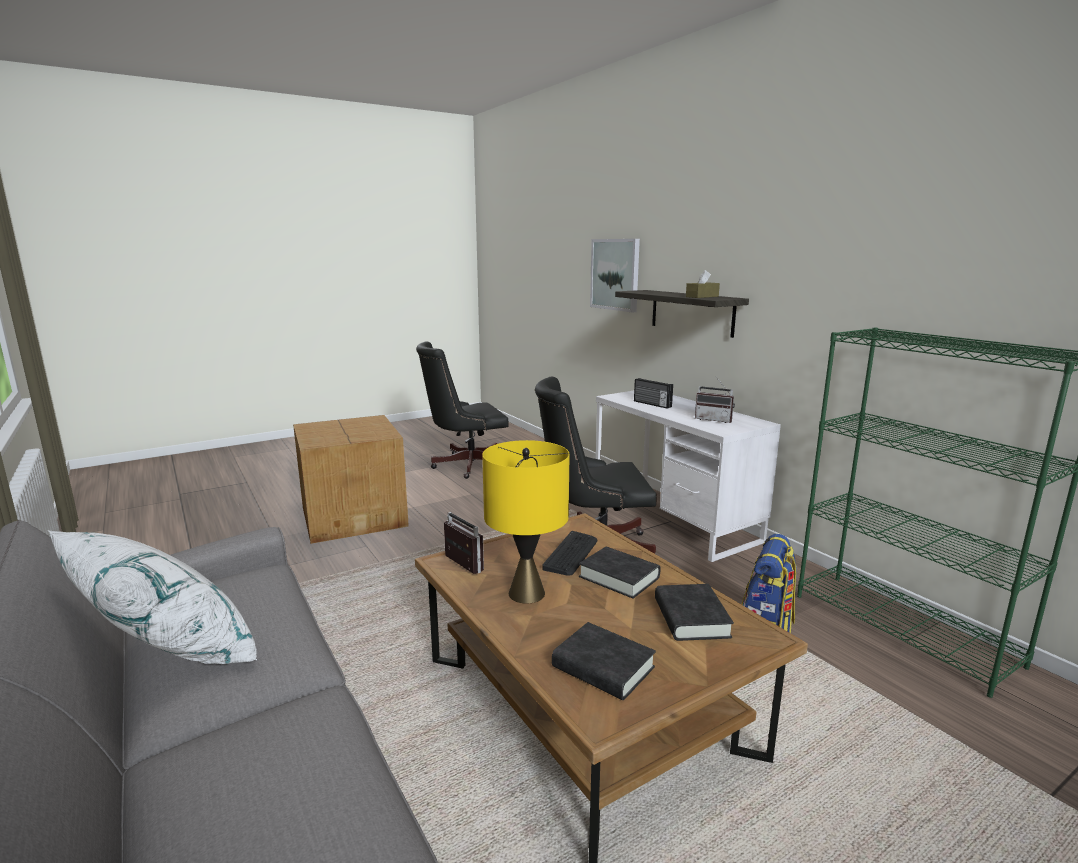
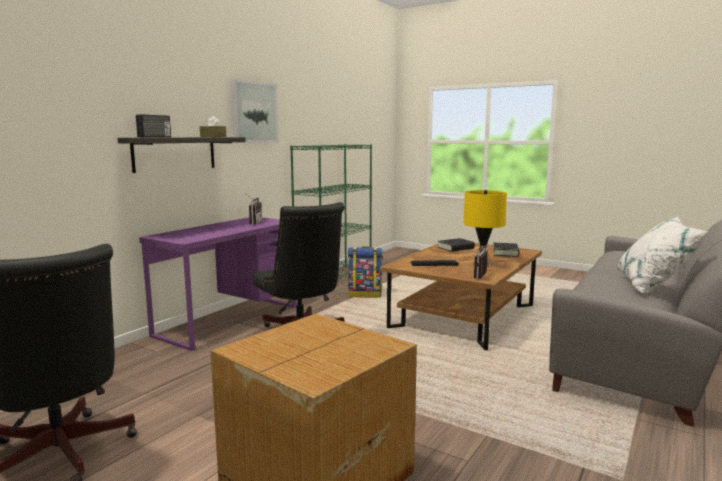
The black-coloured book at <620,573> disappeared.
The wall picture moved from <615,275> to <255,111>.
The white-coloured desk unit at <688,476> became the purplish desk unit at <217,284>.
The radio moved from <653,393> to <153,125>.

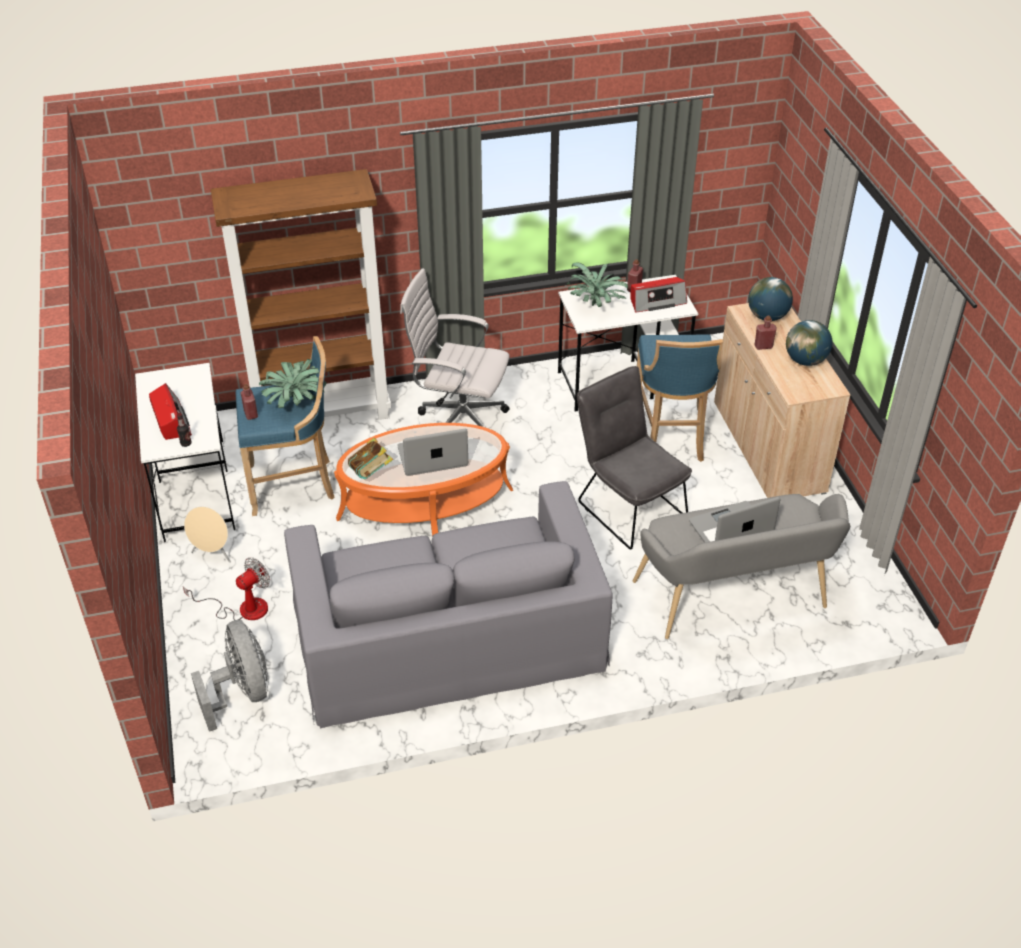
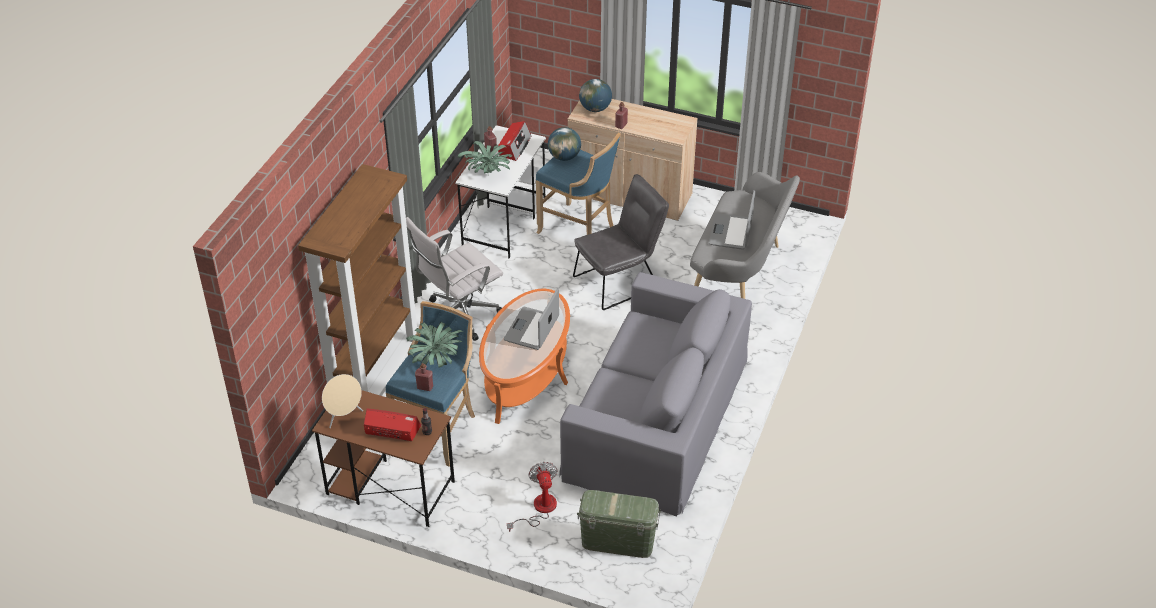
The white-coloured desk unit at <185,452> became the brown desk unit at <383,458>.
The beige audio speaker moved from <207,534> to <342,401>.
The greyish cooling fan at <229,676> was replaced by the greenish storage bin at <619,524>.
The book at <370,458> disappeared.
The greyish plain chair at <634,458> turned 150 degrees clockwise.
The globe moved from <809,343> to <564,144>.

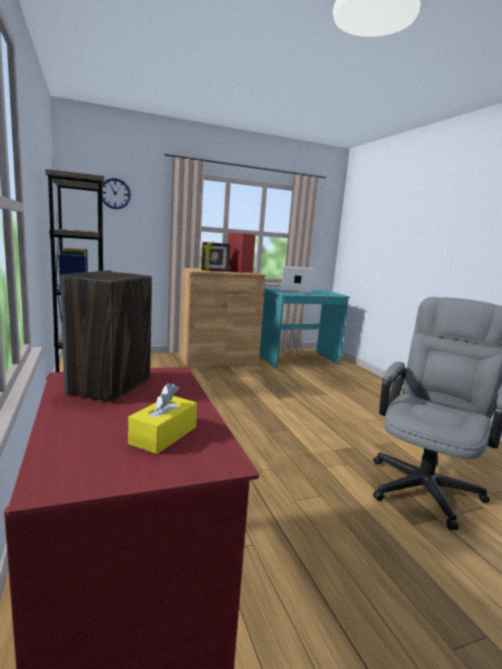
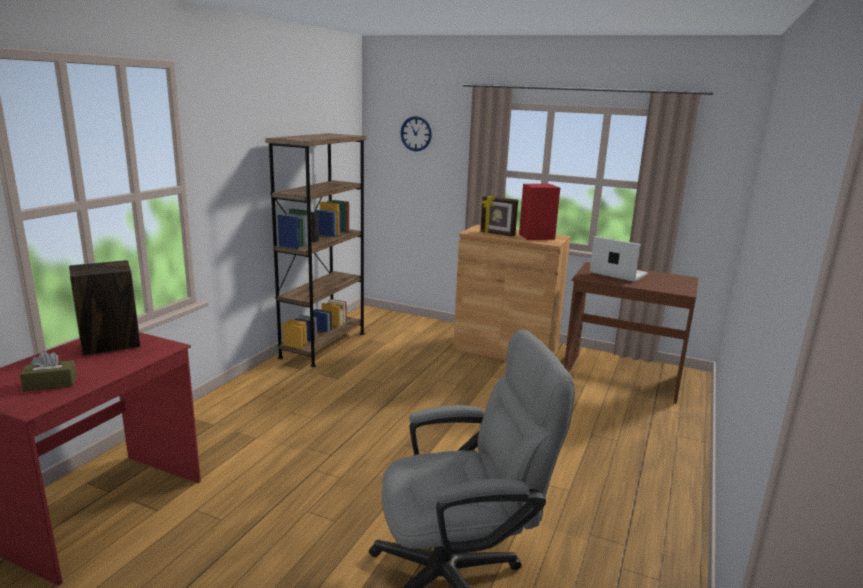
The yellow-coloured box of tissues at <162,418> became the brown box of tissues at <48,371>.
The blue-green desk unit at <304,328> became the brown desk unit at <631,333>.

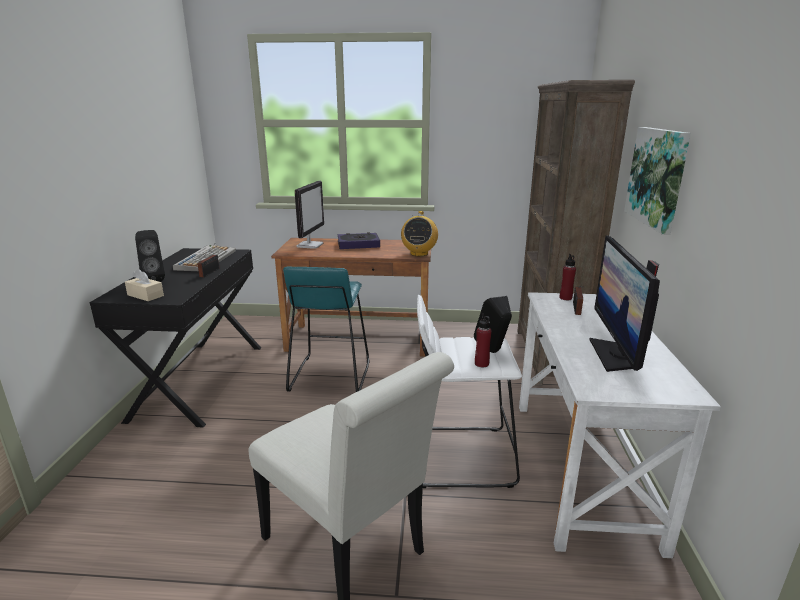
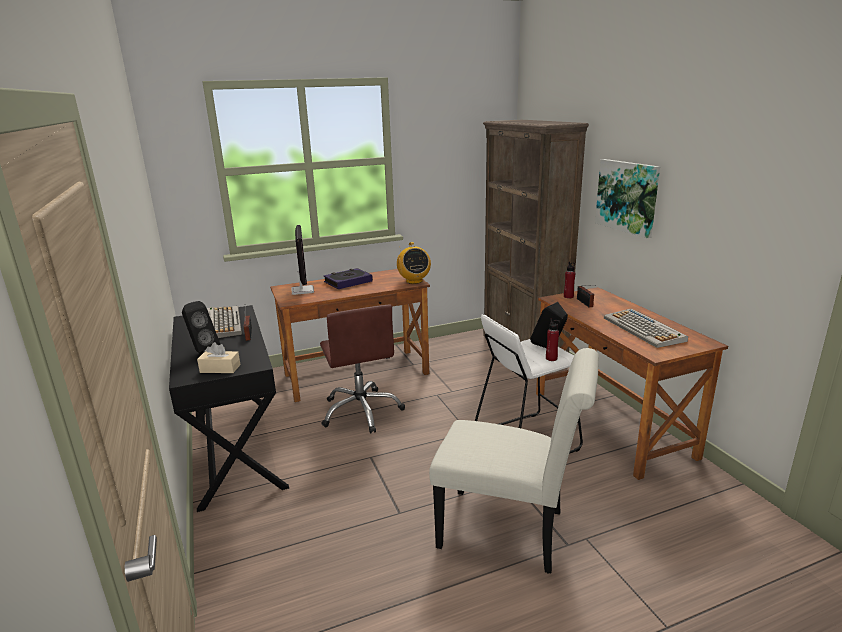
The blue-green stool seat at <326,329> was replaced by the brown computer chair at <362,369>.
The white-coloured desk unit at <620,425> became the brown desk unit at <632,383>.
The computer screen at <625,304> was replaced by the PC keyboard at <646,328>.

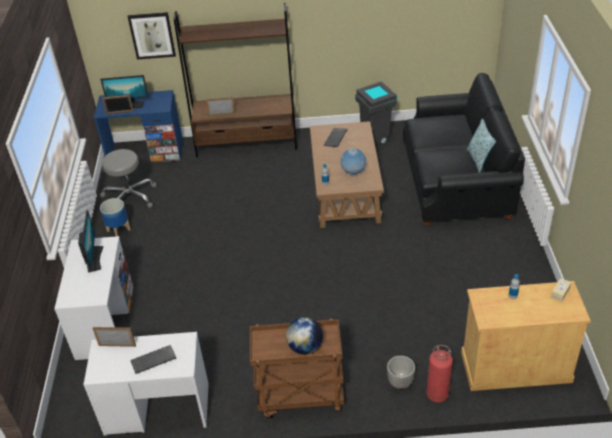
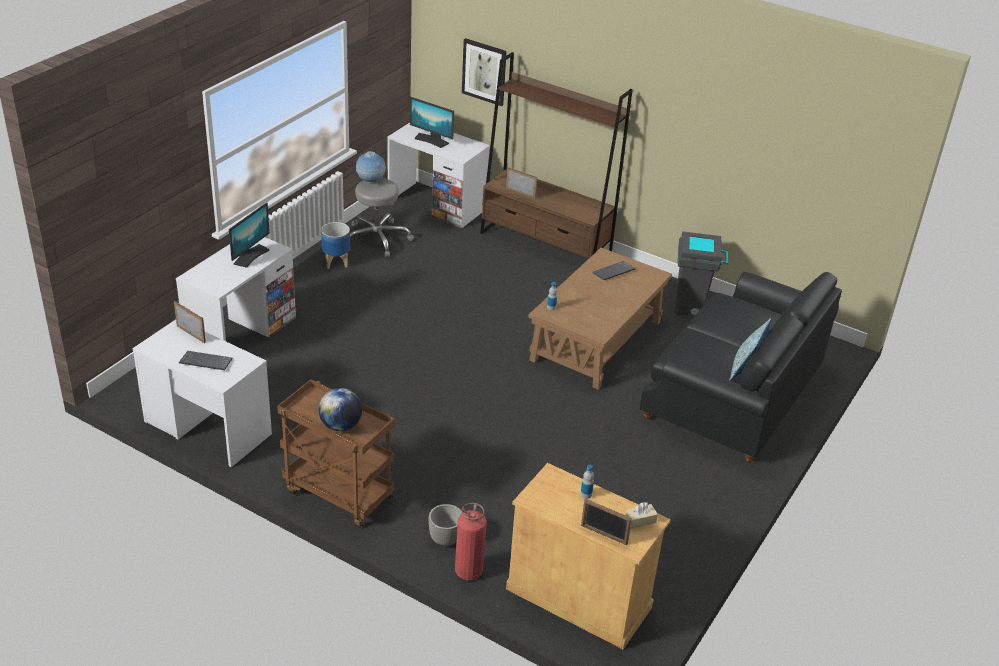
The blue-coloured desk unit at <138,126> became the white-coloured desk unit at <438,175>.
The picture frame moved from <118,105> to <606,522>.
The globe moved from <353,161> to <371,167>.

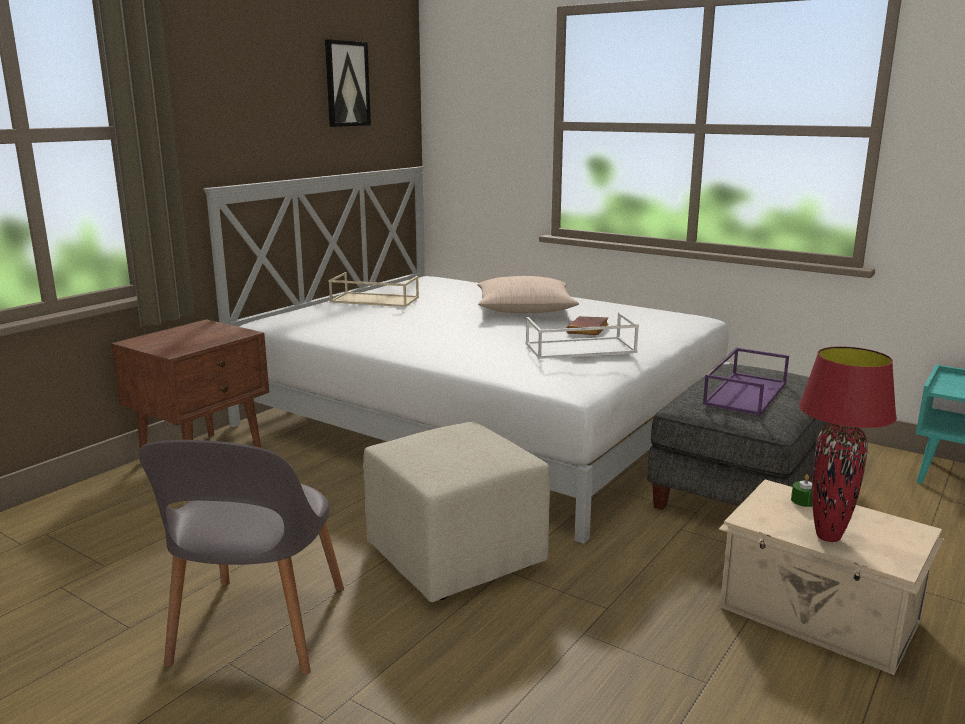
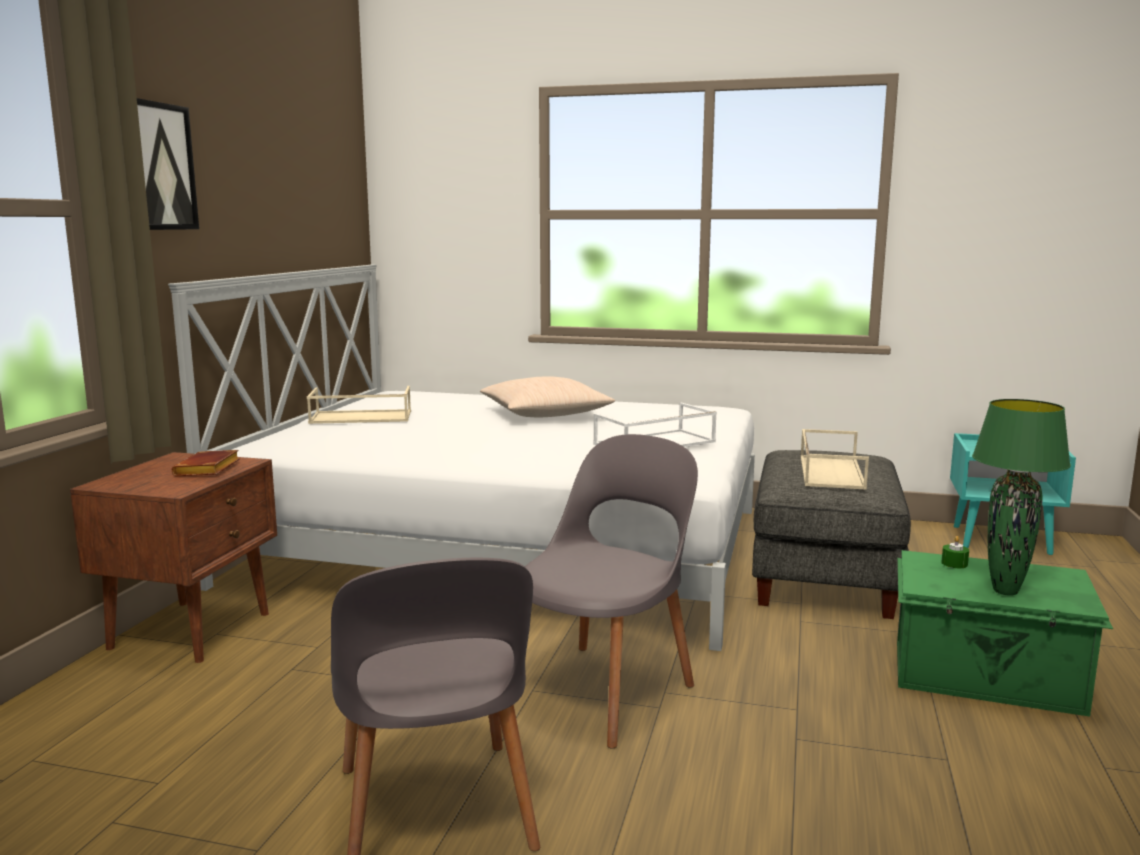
The wall picture moved from <348,83> to <168,164>.
The beige pouffe at <456,511> was replaced by the greyish plain chair at <611,591>.
The brown book moved from <587,325> to <206,463>.
The purplish carrying tray at <746,381> became the beige carrying tray at <835,459>.
The beige storage bin at <831,577> became the greenish storage bin at <1005,633>.
The reddish lamp for a table at <848,444> became the greenish lamp for a table at <1021,497>.

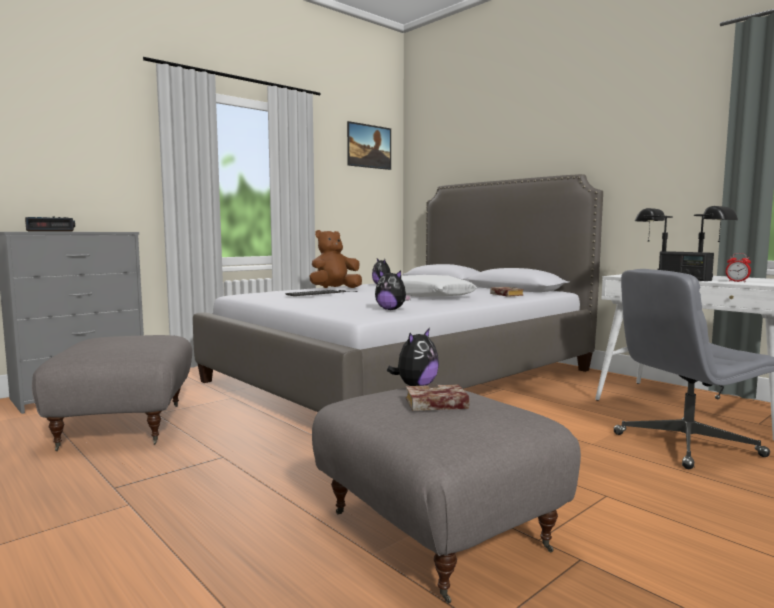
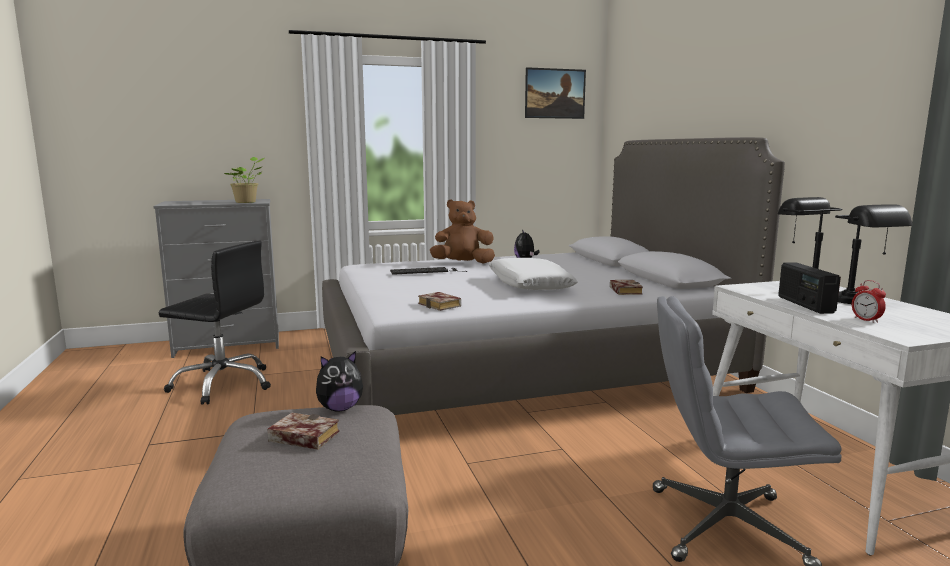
The table clock at <50,224> disappeared.
The greyish pouffe at <112,393> was replaced by the black-coloured computer chair at <215,323>.
The plush toy at <393,290> was replaced by the book at <439,301>.
The potted plant at <244,180> appeared.

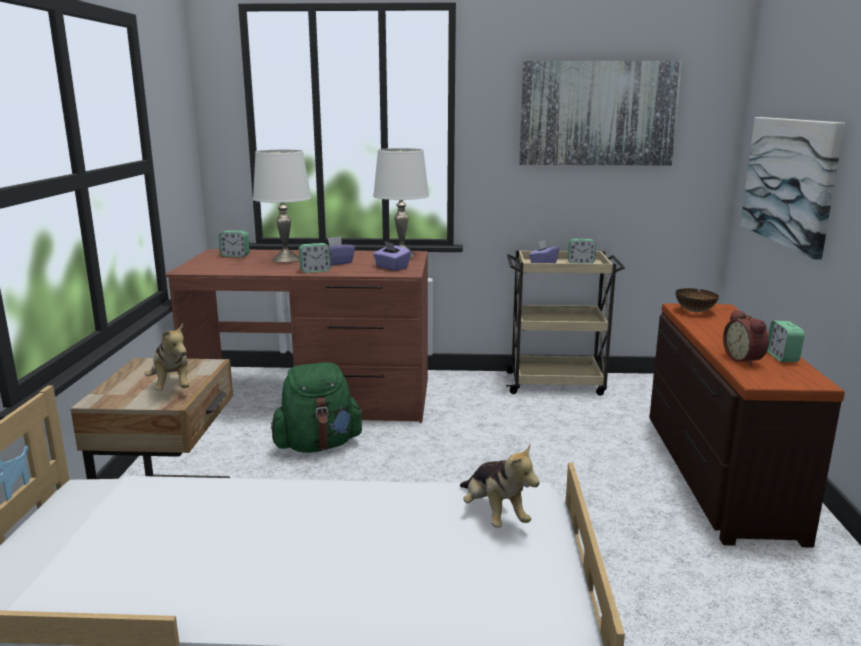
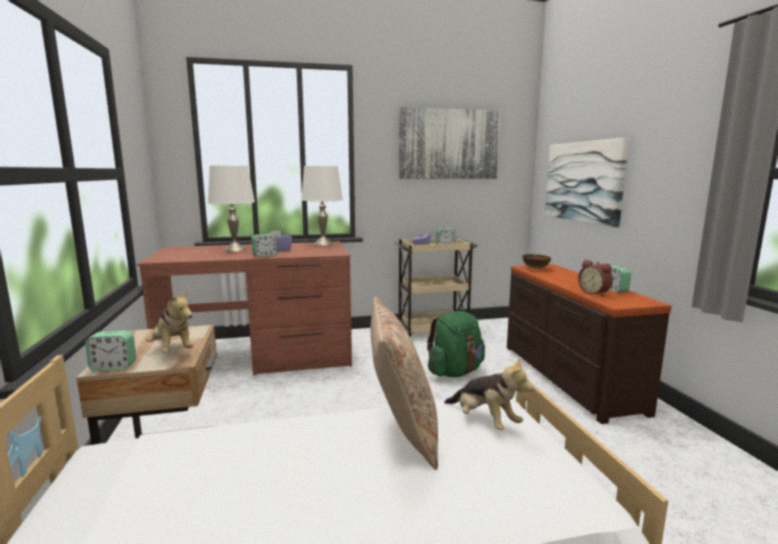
The table clock moved from <234,243> to <110,351>.
The greenish knapsack moved from <317,407> to <456,344>.
The purplish box of tissues at <392,256> disappeared.
The beige throw pillow at <404,383> appeared.

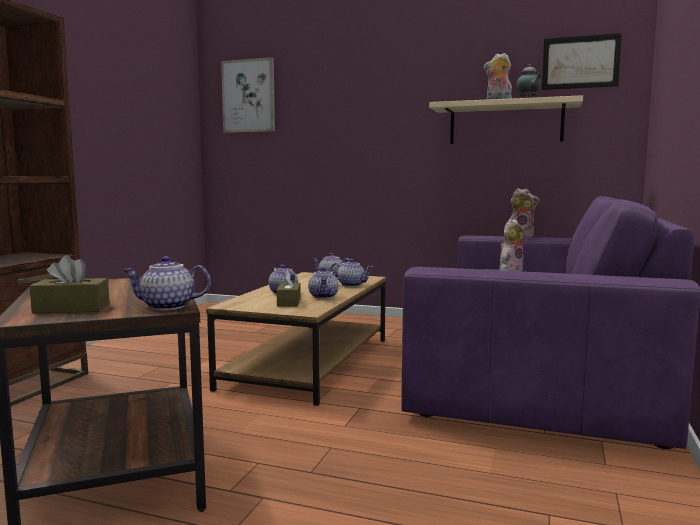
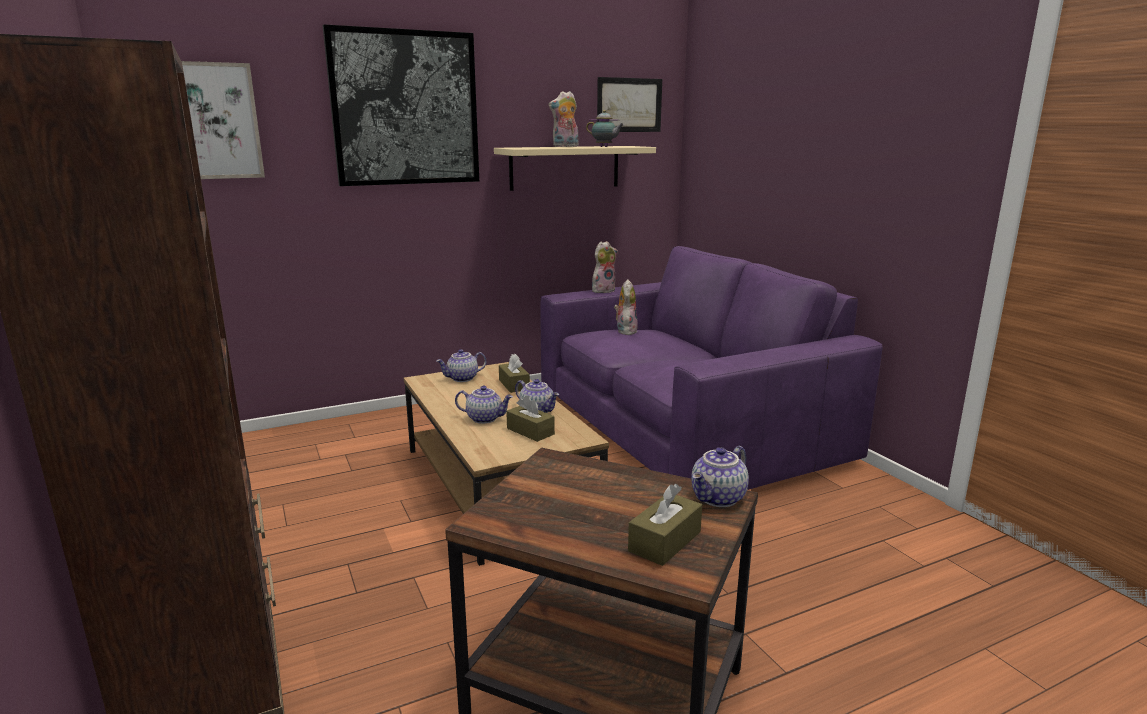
The teapot at <351,273> was replaced by the brown box of tissues at <514,373>.
The wall picture at <401,105> appeared.

